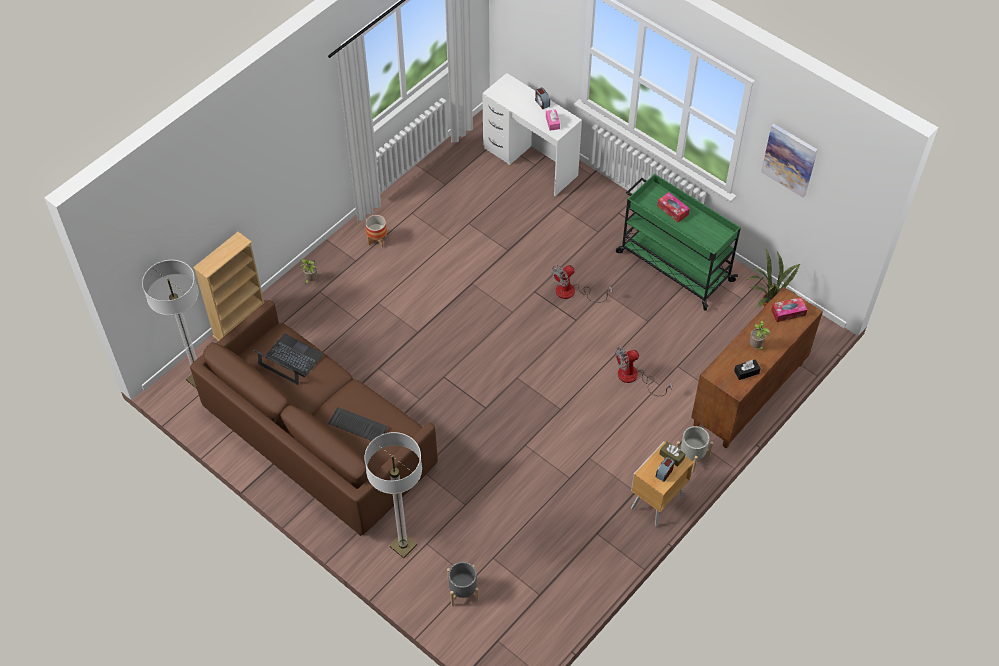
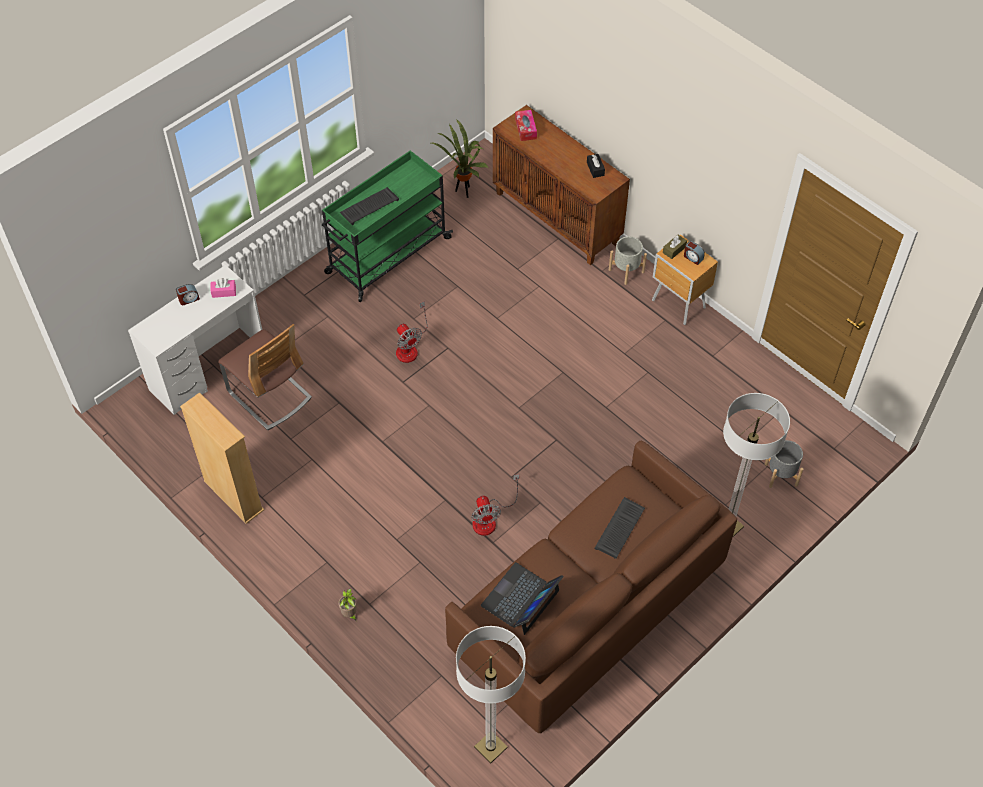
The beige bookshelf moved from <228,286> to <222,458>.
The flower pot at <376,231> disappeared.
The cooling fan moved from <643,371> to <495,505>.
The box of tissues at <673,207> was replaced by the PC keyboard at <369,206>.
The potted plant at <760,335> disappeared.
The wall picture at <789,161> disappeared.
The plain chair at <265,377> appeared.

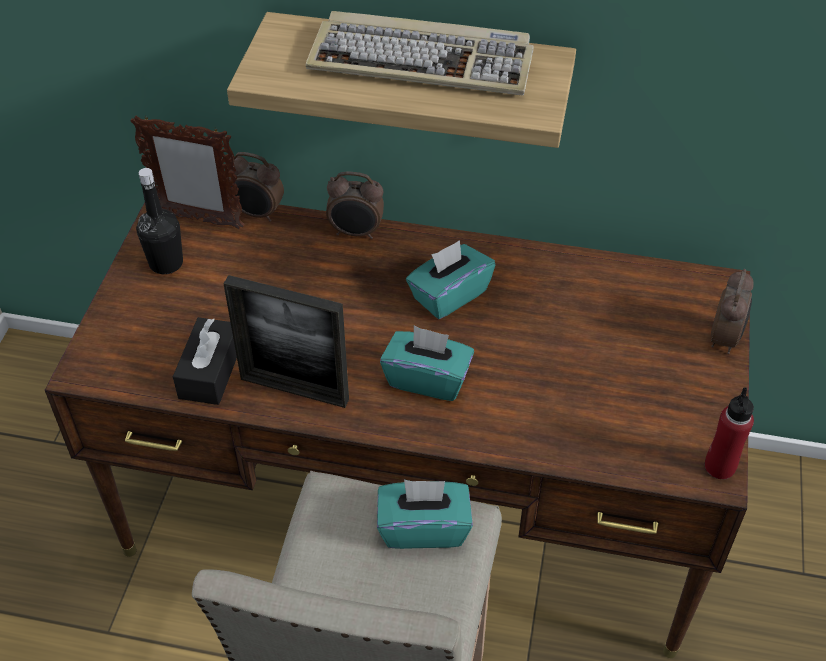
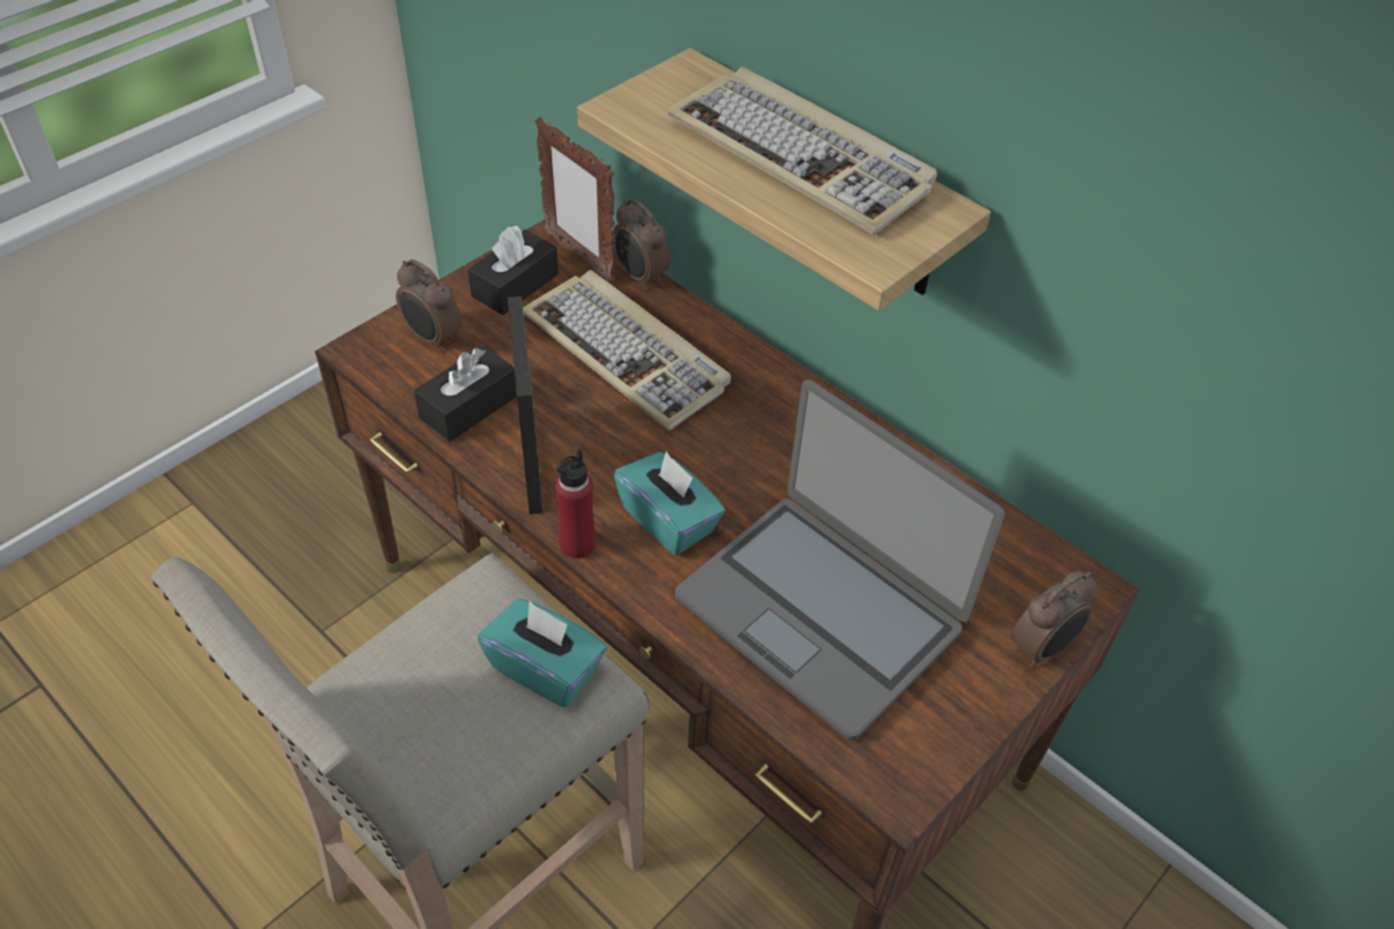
The black-coloured drink bottle at <159,221> was replaced by the black-coloured box of tissues at <513,270>.
The picture frame at <286,341> turned 150 degrees counterclockwise.
The table clock moved from <355,205> to <428,305>.
The blue-green box of tissues at <450,279> disappeared.
The reddish drink bottle moved from <729,433> to <575,504>.
The PC keyboard at <627,350> appeared.
The notebook computer at <840,560> appeared.

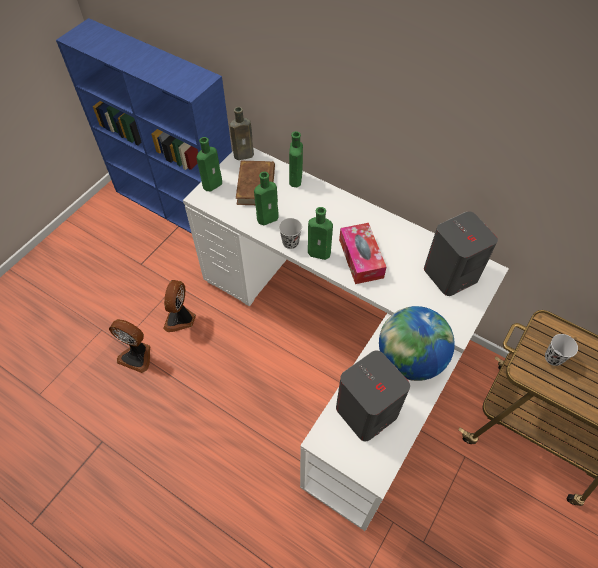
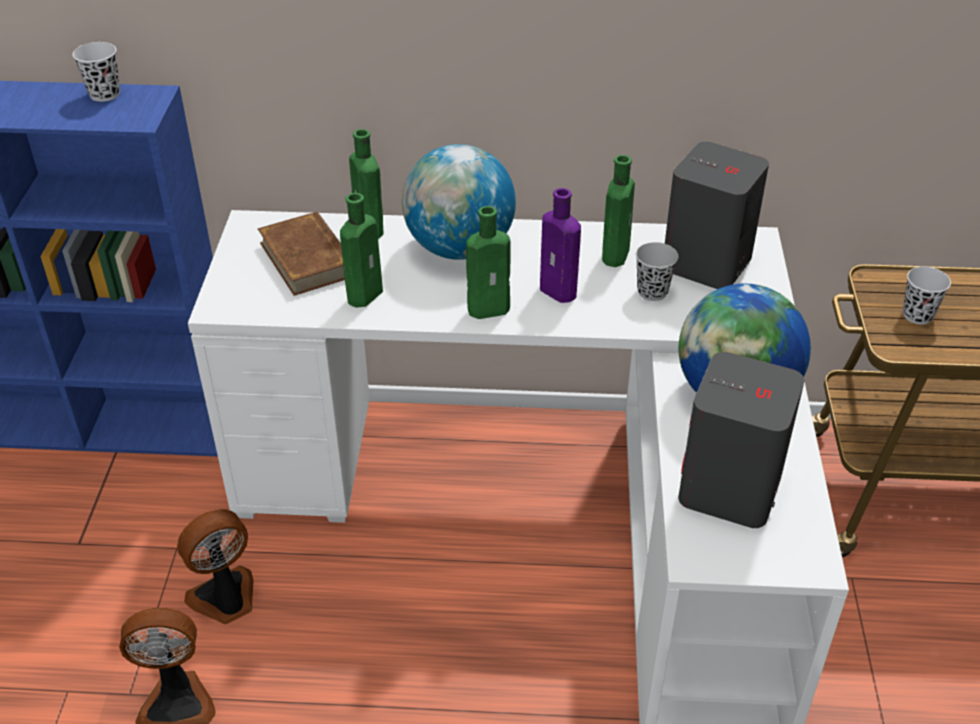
The cooling fan at <179,306> turned 75 degrees clockwise.
The greenish drink bottle moved from <209,164> to <618,211>.
The brown drink bottle at <242,133> disappeared.
The black-coloured drinking cup moved from <290,233> to <657,271>.
The box of tissues at <362,253> was replaced by the purplish drink bottle at <560,245>.
The white-coloured drinking cup at <96,72> appeared.
The globe at <459,202> appeared.

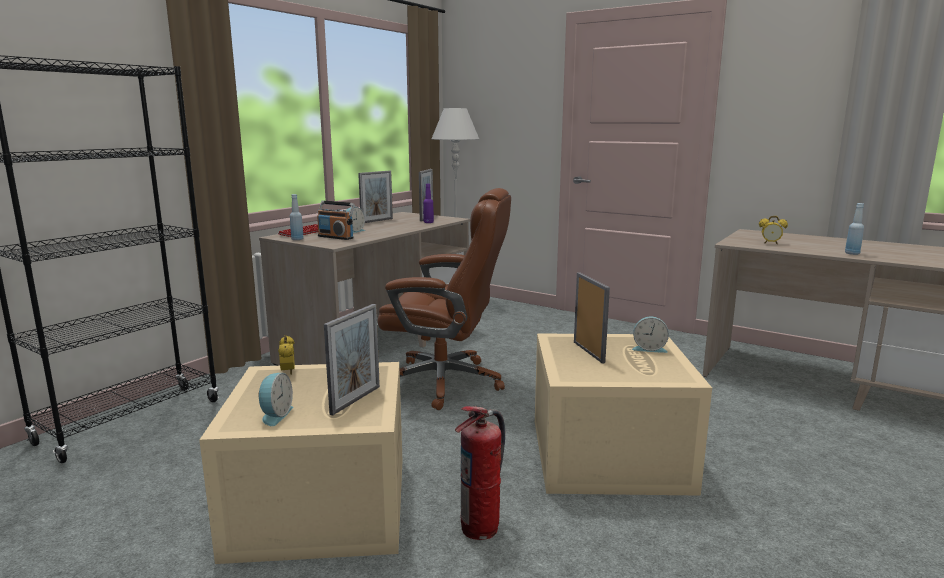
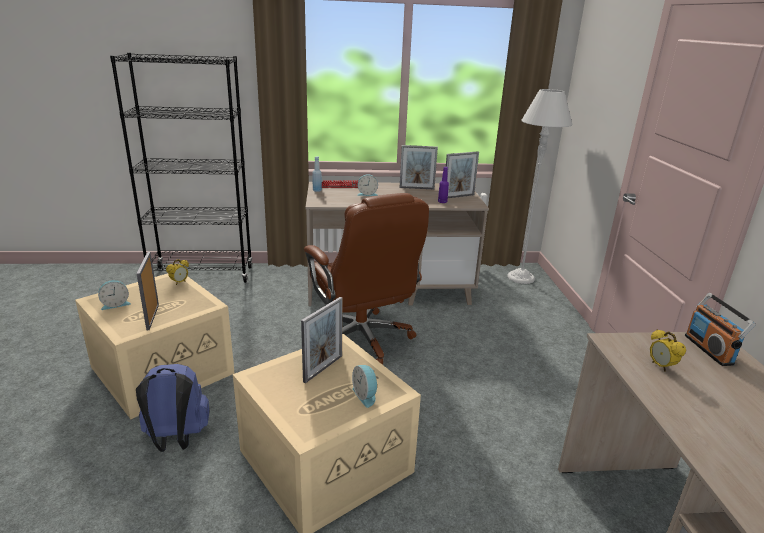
The radio moved from <336,220> to <720,329>.
The picture frame at <352,359> turned 90 degrees clockwise.
The fire extinguisher at <480,473> was replaced by the blue-coloured knapsack at <173,408>.
The blue-coloured drink bottle at <854,229> disappeared.

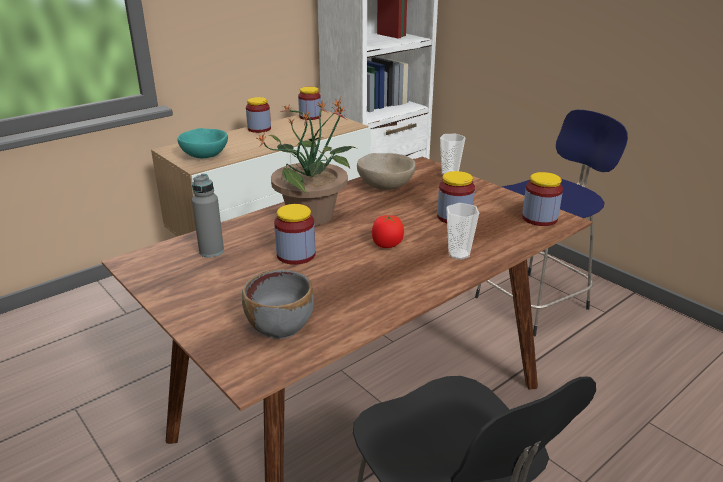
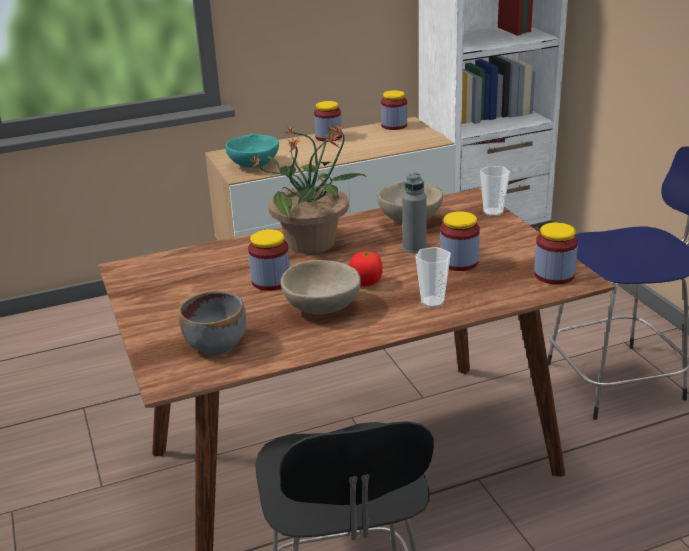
The greyish drink bottle moved from <208,215> to <414,213>.
The beige deep dish at <321,287> appeared.

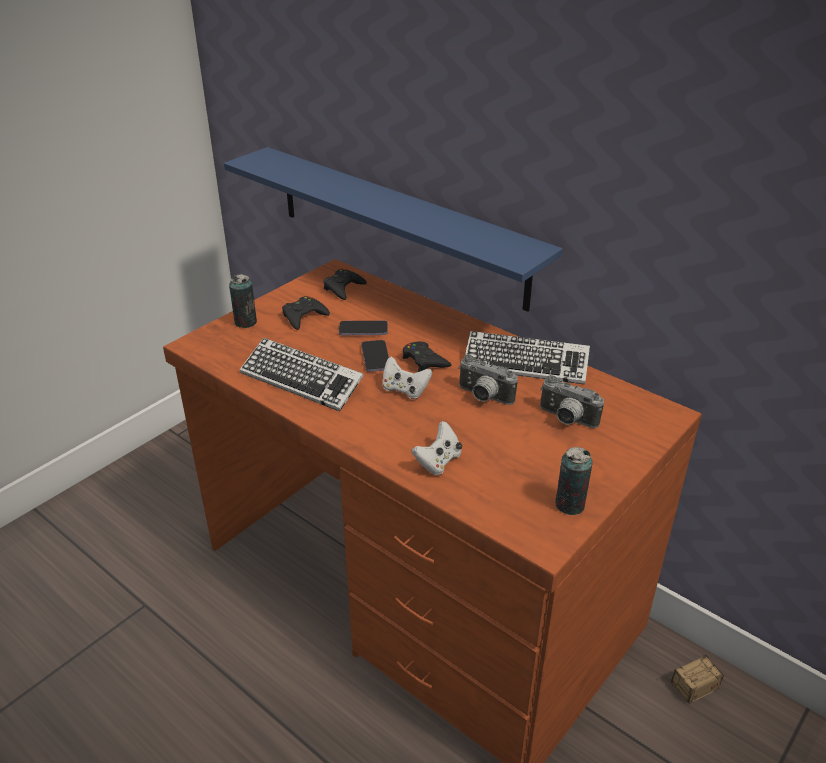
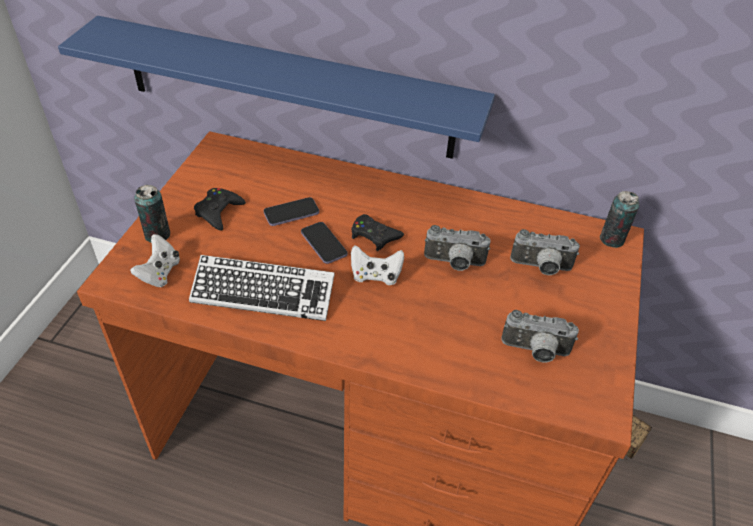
The black-coloured joypad at <345,284> disappeared.
The white-coloured joypad moved from <437,448> to <155,260>.
The PC keyboard at <527,357> disappeared.
The can moved from <574,481> to <619,219>.
The photo camera at <540,336> appeared.

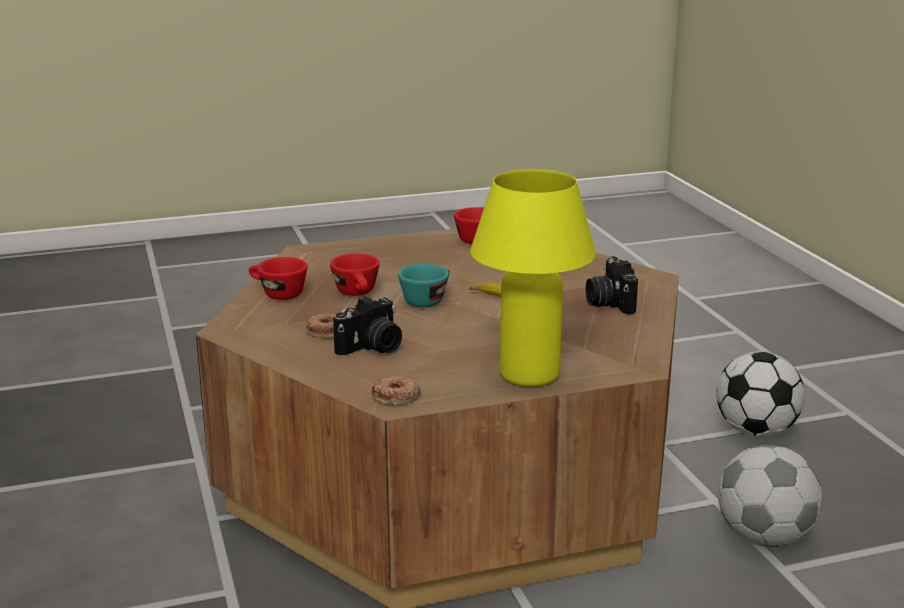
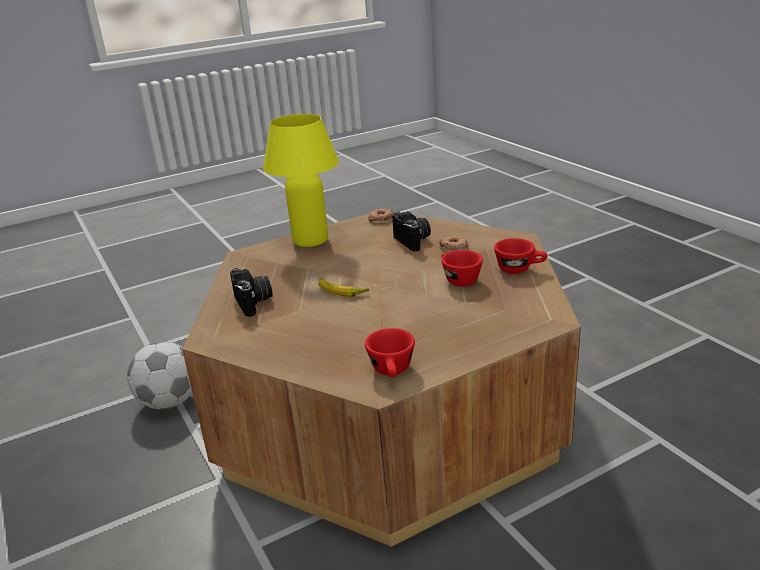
The photo camera at <367,326> turned 120 degrees clockwise.
The blue-green drinking cup at <424,285> disappeared.
The football ball at <760,394> disappeared.

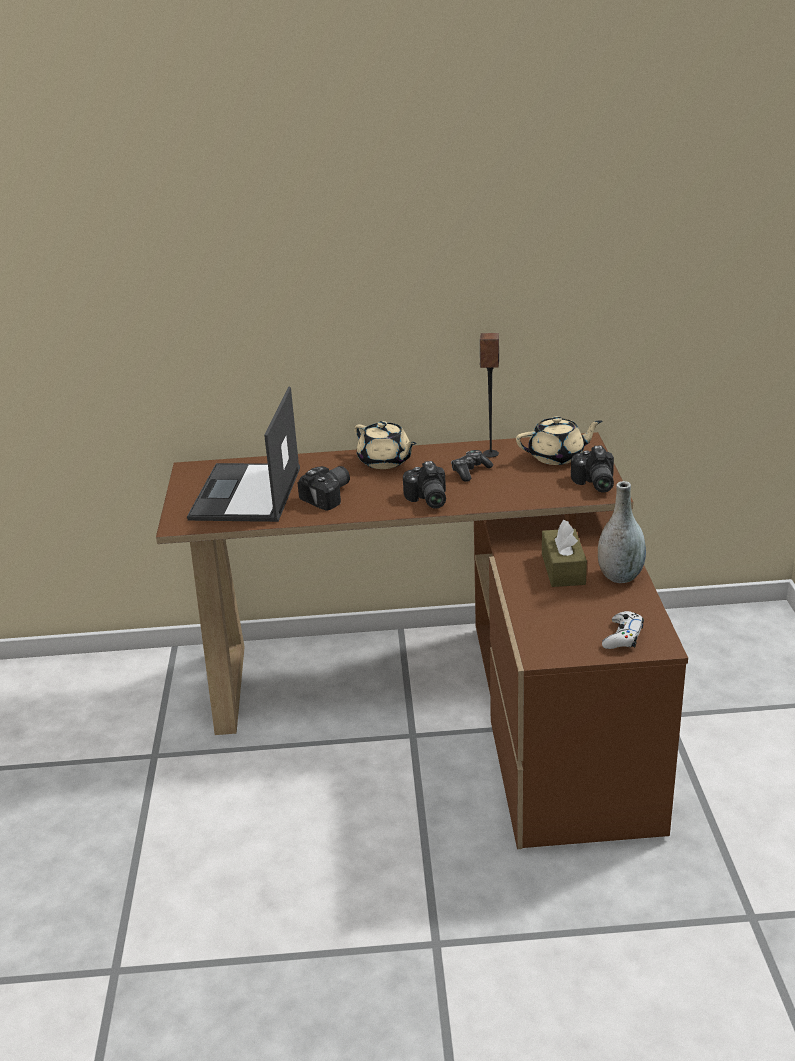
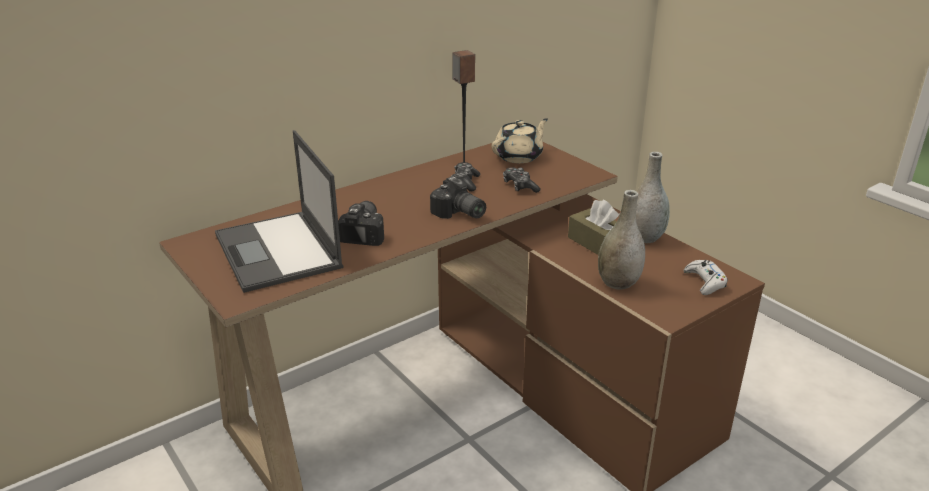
The beige teapot at <385,445> disappeared.
The photo camera at <592,469> disappeared.
The joypad at <522,180> appeared.
The greyish vase at <621,240> appeared.

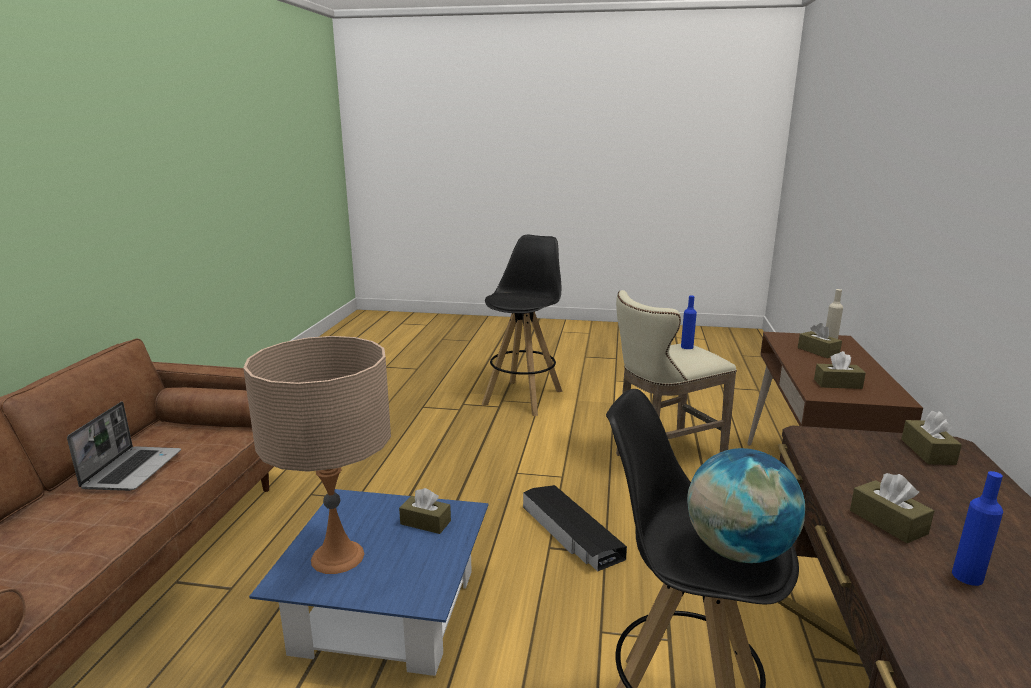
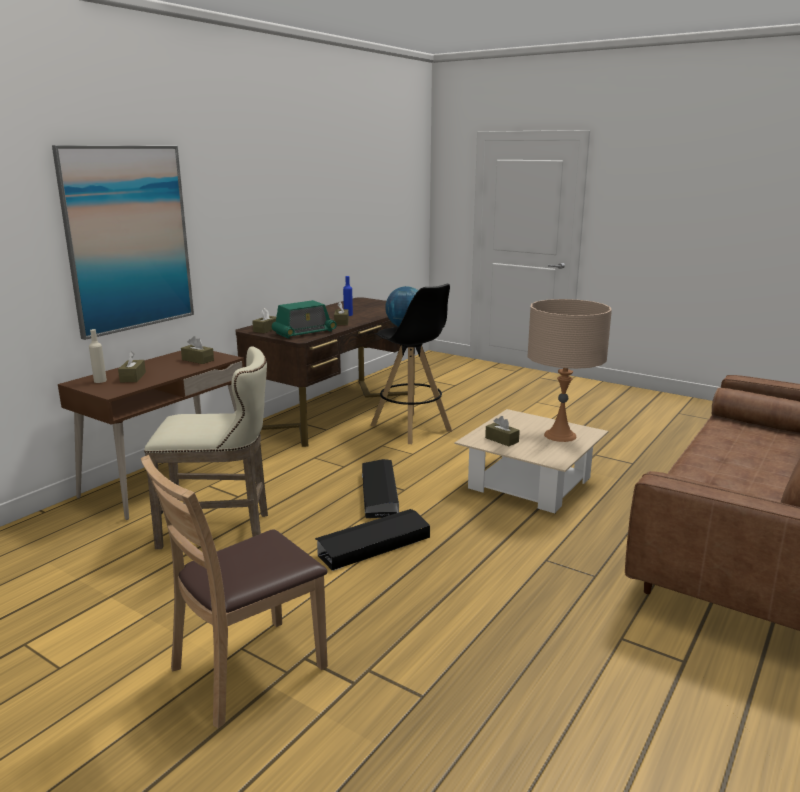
The notebook computer at <124,446> disappeared.
The blue-coloured coffee table at <368,582> became the beige coffee table at <531,461>.
The black-coloured stool seat at <522,325> was replaced by the brown plain chair at <234,592>.
The blue-coloured drink bottle at <689,322> disappeared.
The wall picture at <123,242> appeared.
The radio at <304,319> appeared.
The black-coloured storage bin at <372,540> appeared.

